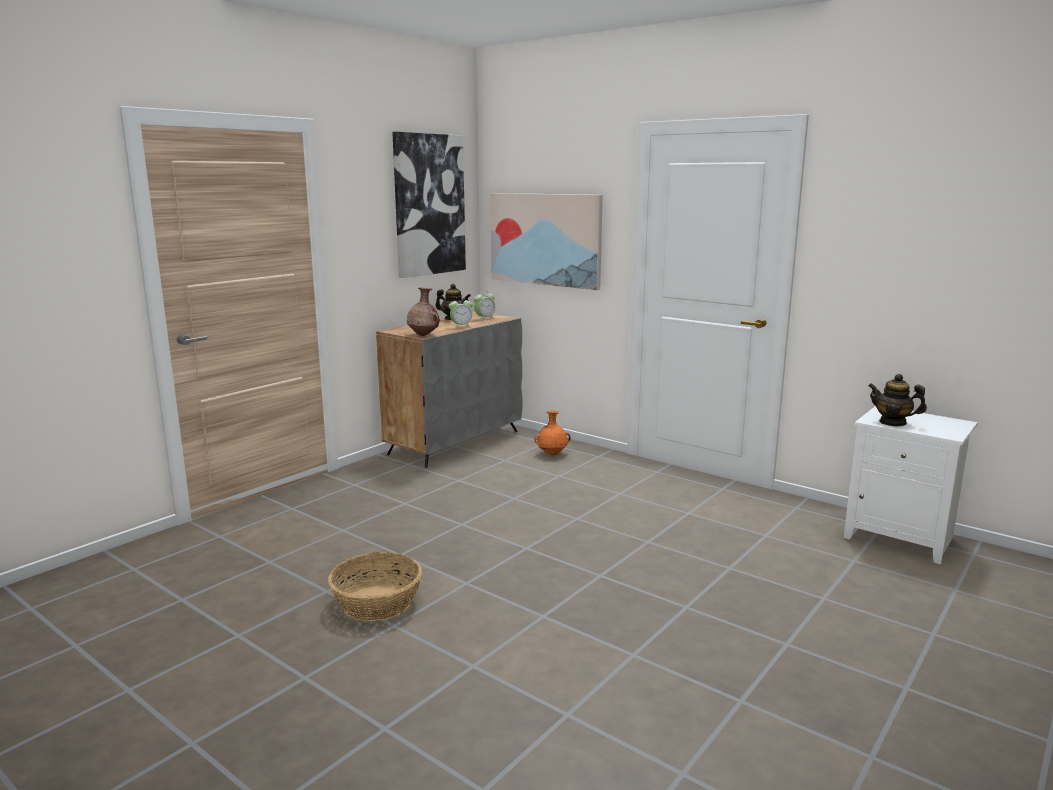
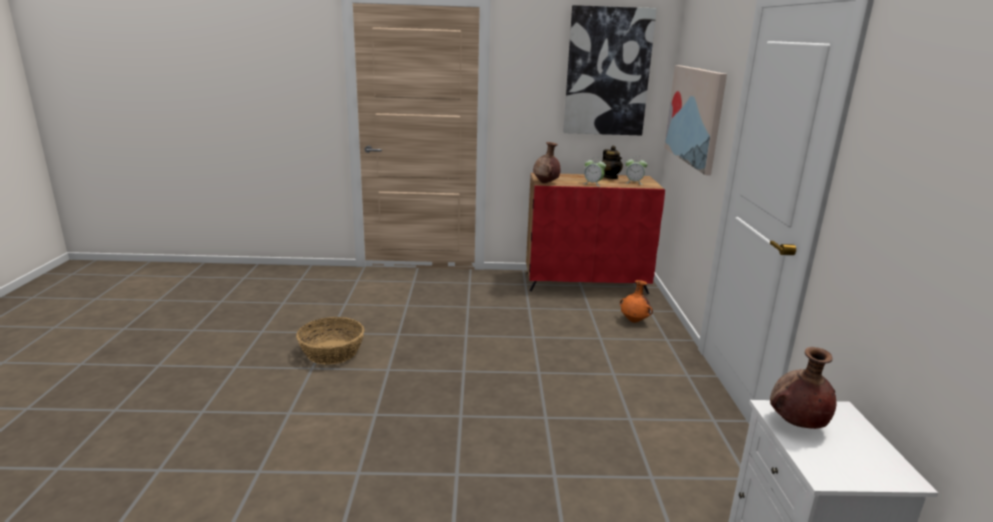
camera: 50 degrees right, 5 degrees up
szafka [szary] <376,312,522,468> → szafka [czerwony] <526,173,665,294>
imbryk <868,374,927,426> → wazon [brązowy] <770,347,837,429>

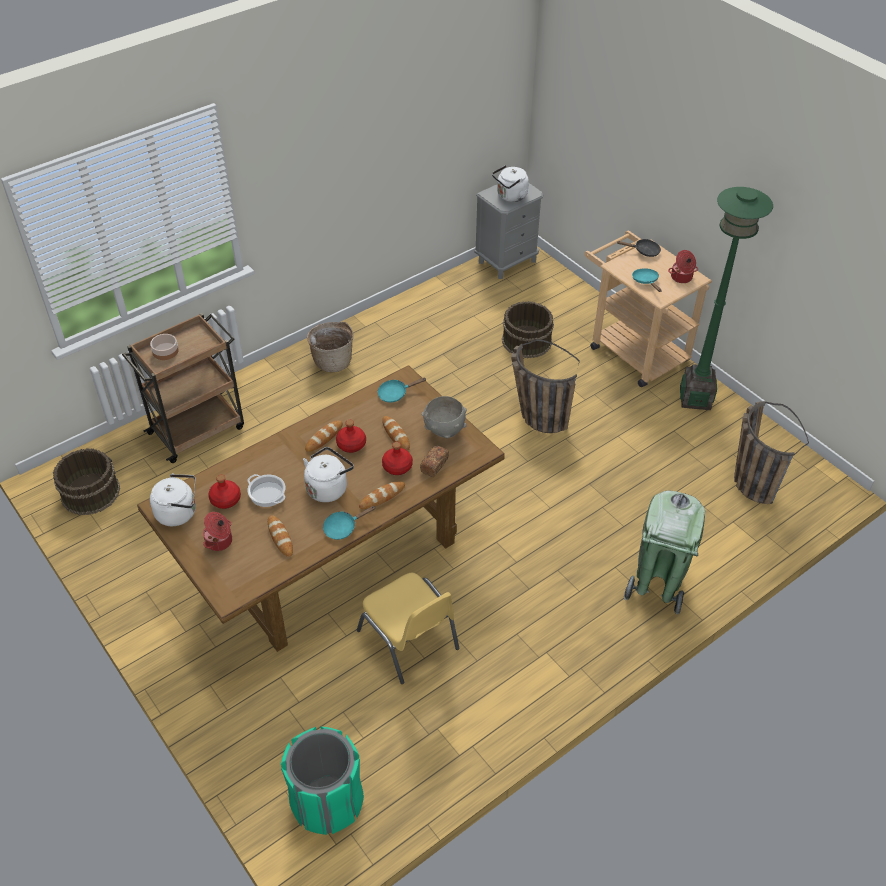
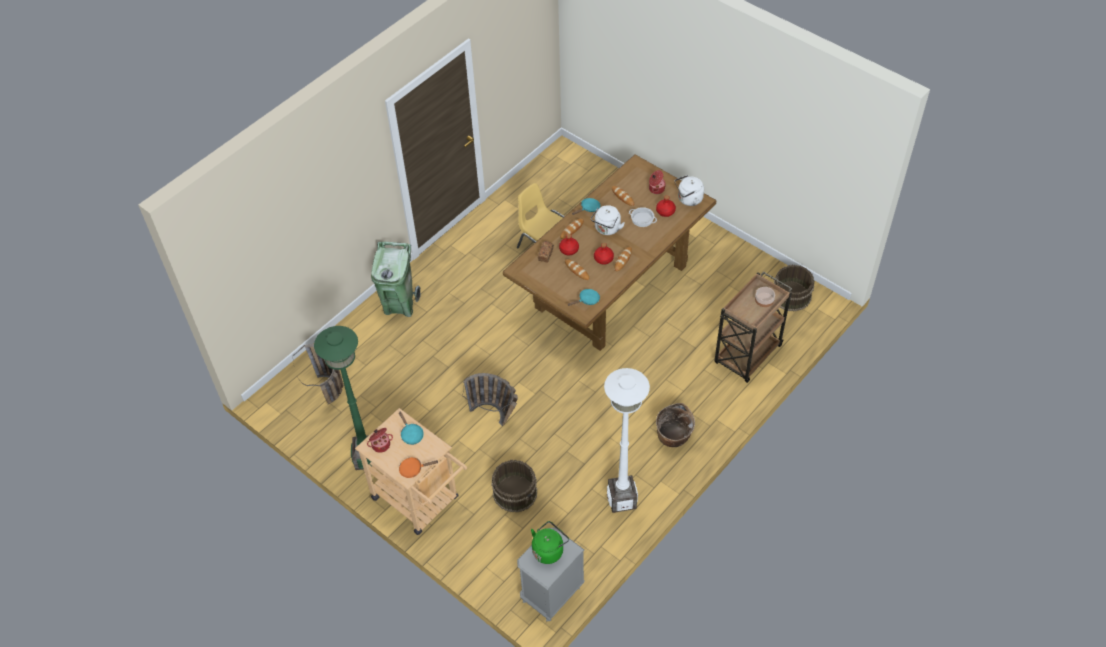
camera: 170 degrees right, 5 degrees up
czajnik [biały] <492,165,529,202> → czajnik [zielony] <531,521,569,564>
patelnia [czarny] <617,239,661,257> → patelnia [pomarańczowy] <399,457,439,478>
miska [szary] <421,396,467,438> → -
kosz na śmieci [zielony] <281,726,364,835> → -
- → lampa stojąca [biały] <604,368,650,513>

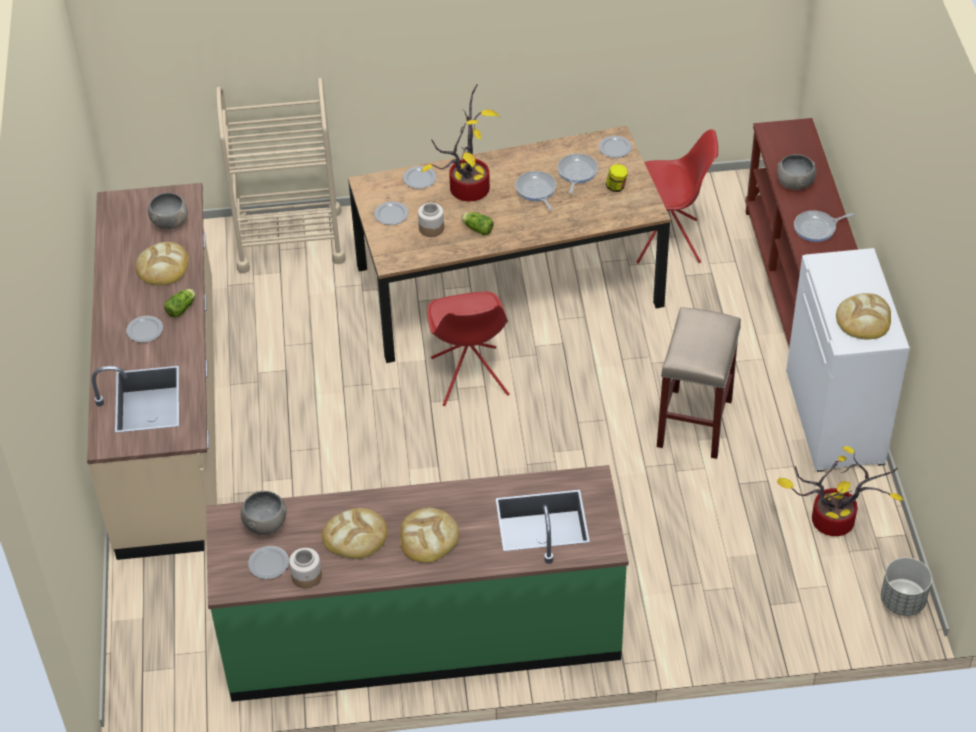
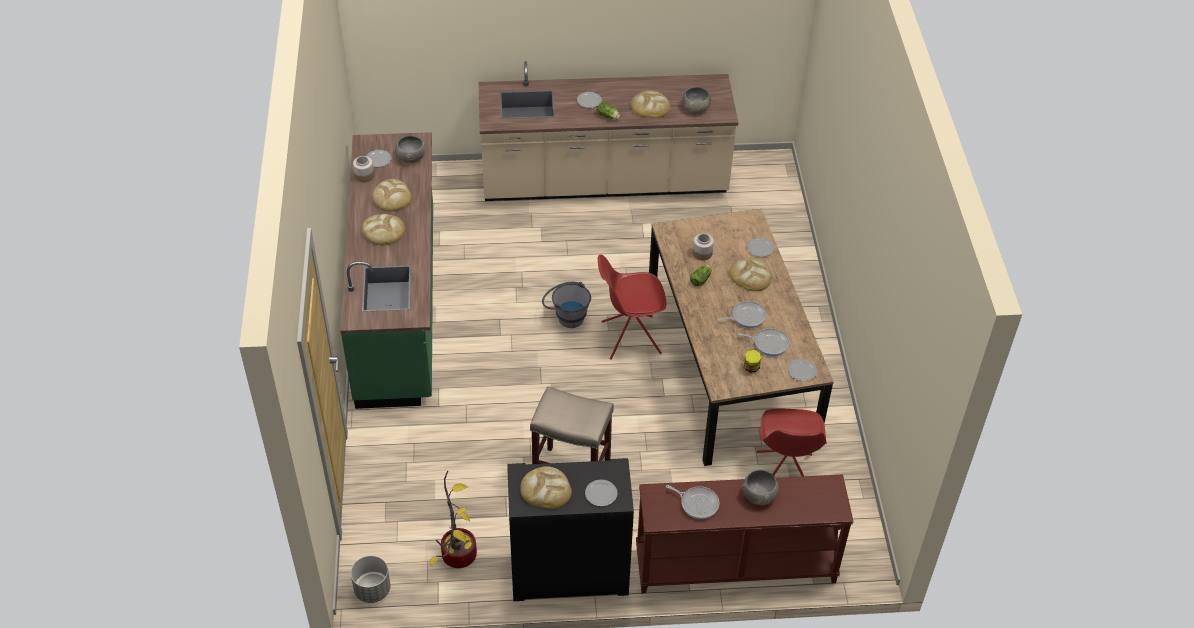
camera: 90 degrees right, 0 degrees up
wózek [beżowy] <216,78,345,273> → -
roślina doniczkowa <421,84,500,201> → chleb <729,258,771,291>
talerz <374,201,409,225> → talerz <585,480,618,506>, moved
patelnia <794,210,854,242> → patelnia <666,485,719,519>, 135 degrees clockwise
szafka [biały] <786,248,910,472> → szafka [czarny] <507,458,634,601>
- → wiadro [szary] <542,282,591,328>

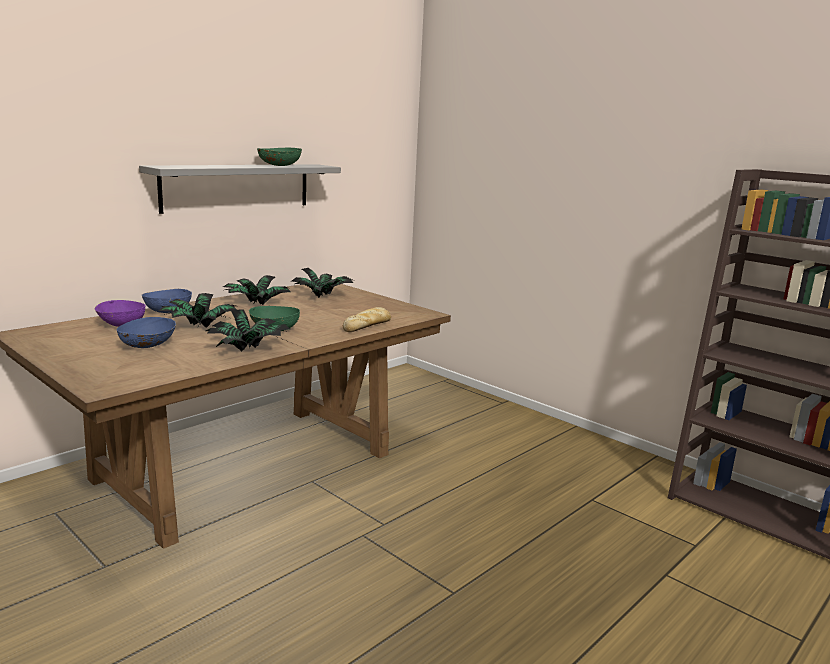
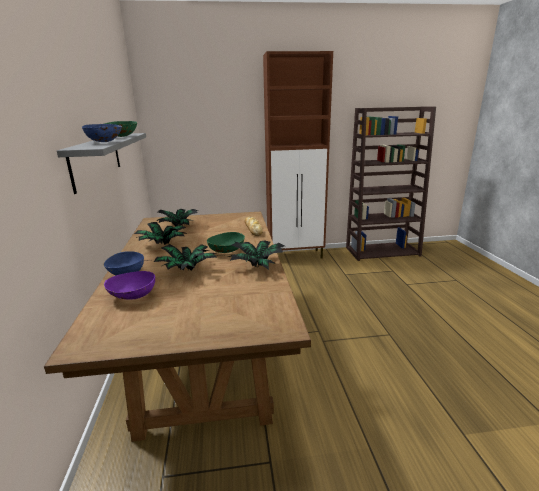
camera: 50 degrees left, 5 degrees up
miska [niebieski] <116,317,176,348> → miska [niebieski] <82,124,122,142>, moved
- → szafka [brązowy] <263,51,333,259>

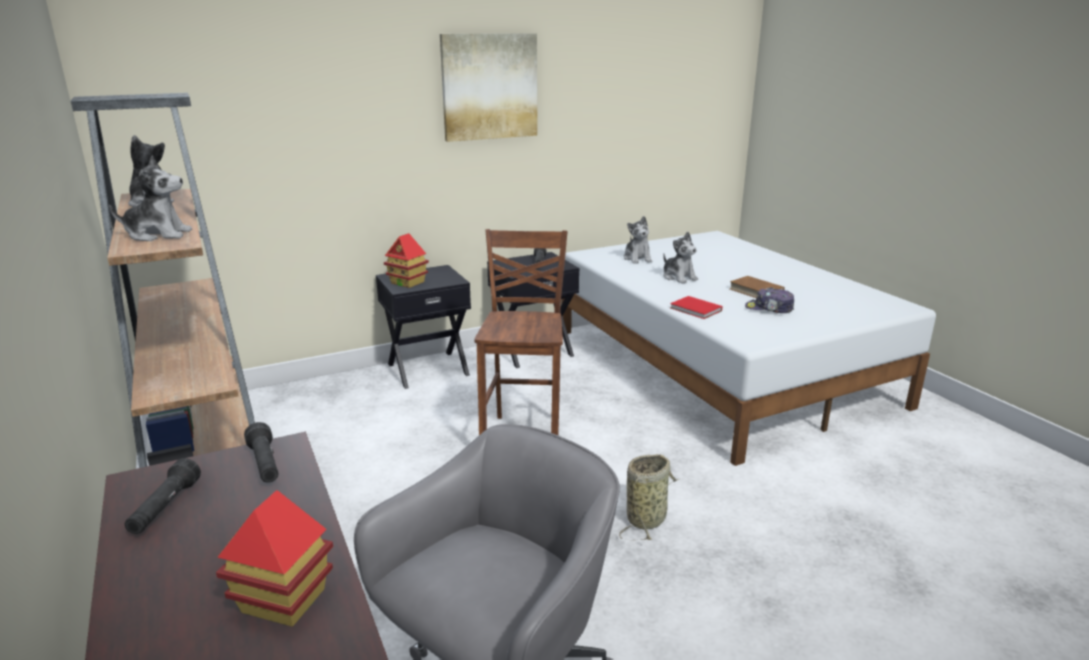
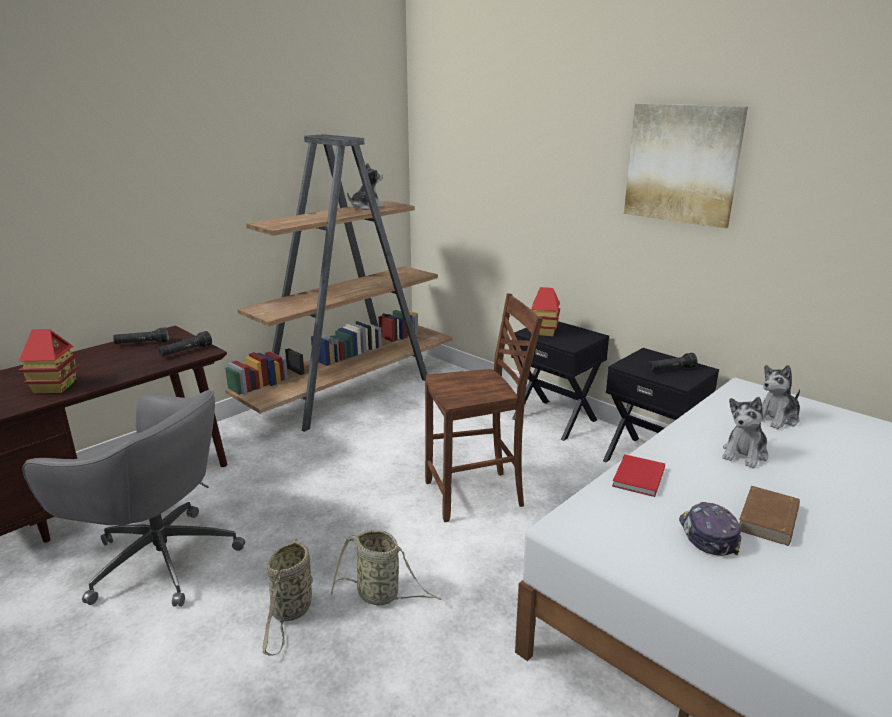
camera: 70 degrees right, 0 degrees up
pluszak <109,156,192,241> → -
- → koszyk <263,537,313,656>

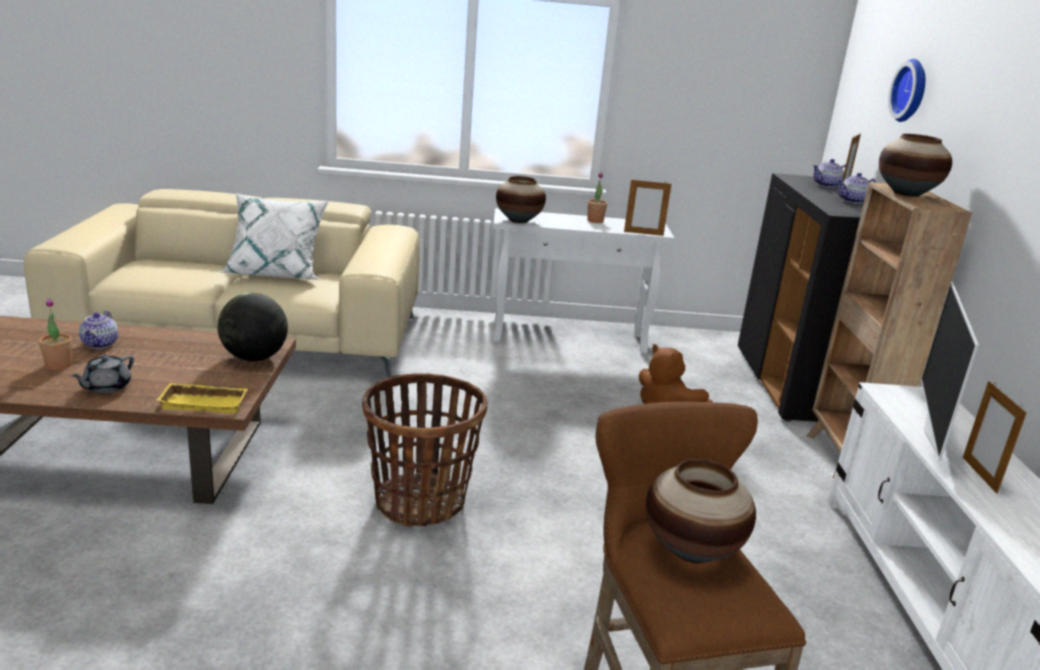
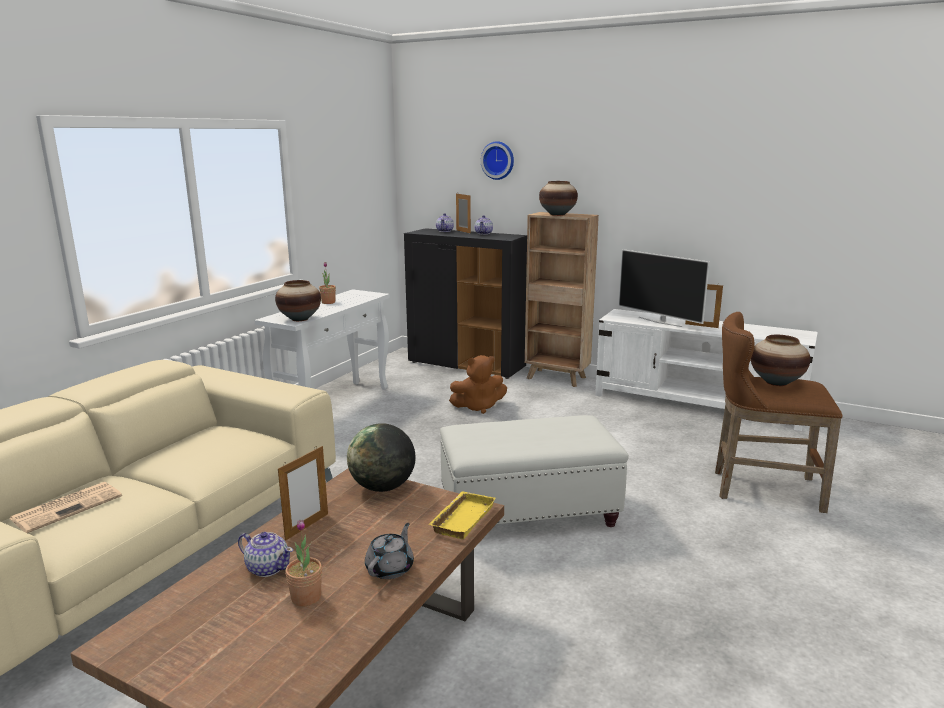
camera: 60 degrees left, 5 degrees down
ramka na zdjęcie <624,178,671,236> → ramka na zdjęcie <278,446,328,541>, moved
poduszka [biały] <219,193,329,280> → -
imbryk [szary] <72,355,134,394> → imbryk [szary] <365,523,414,579>, 120 degrees counterclockwise
koszyk <362,373,488,527> → pufa [biały] <440,415,629,527>
- → gazeta <9,482,122,533>

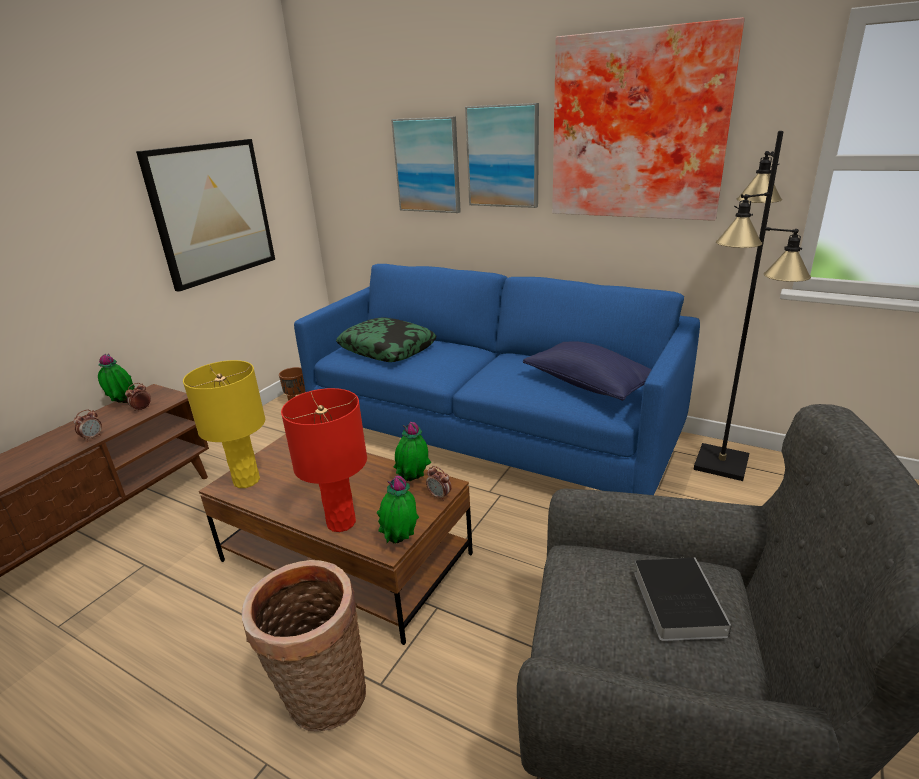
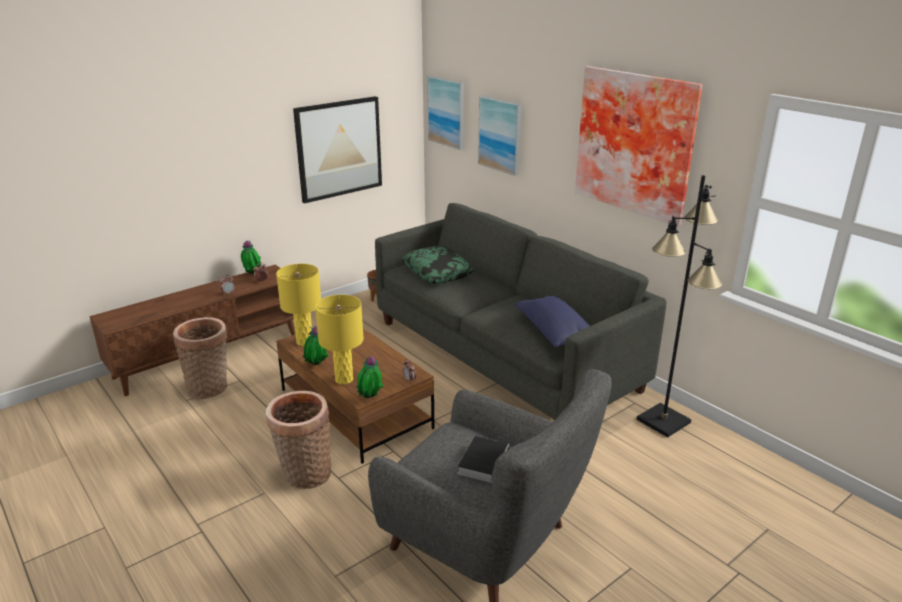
camera: 20 degrees right, 0 degrees up
obraz <465,103,539,208> → obraz <427,75,464,150>, moved
kanapa [niebieski] <294,264,700,495> → kanapa [szary] <375,203,666,420>
lampa stołowa [czerwony] <281,388,367,532> → lampa stołowa [żółty] <315,295,364,384>
roślina doniczkowa <394,422,431,481> → roślina doniczkowa <303,326,329,365>, moved
- → koszyk <173,317,227,399>

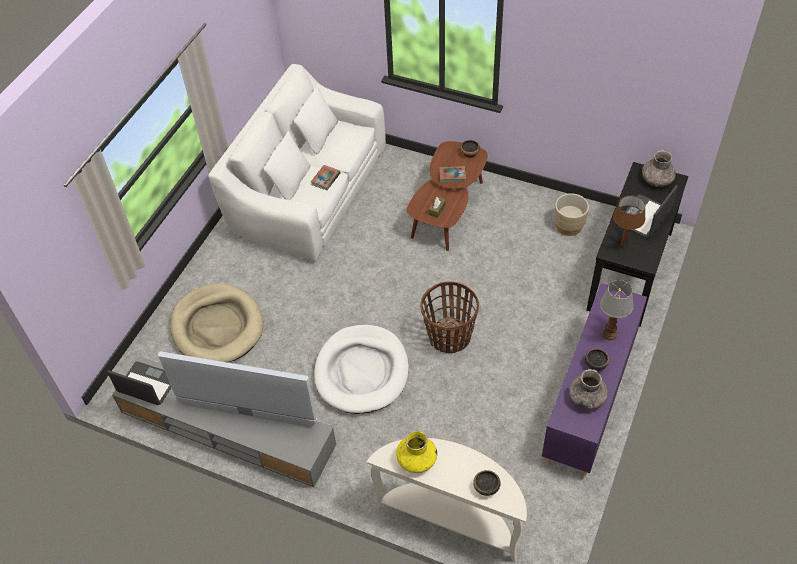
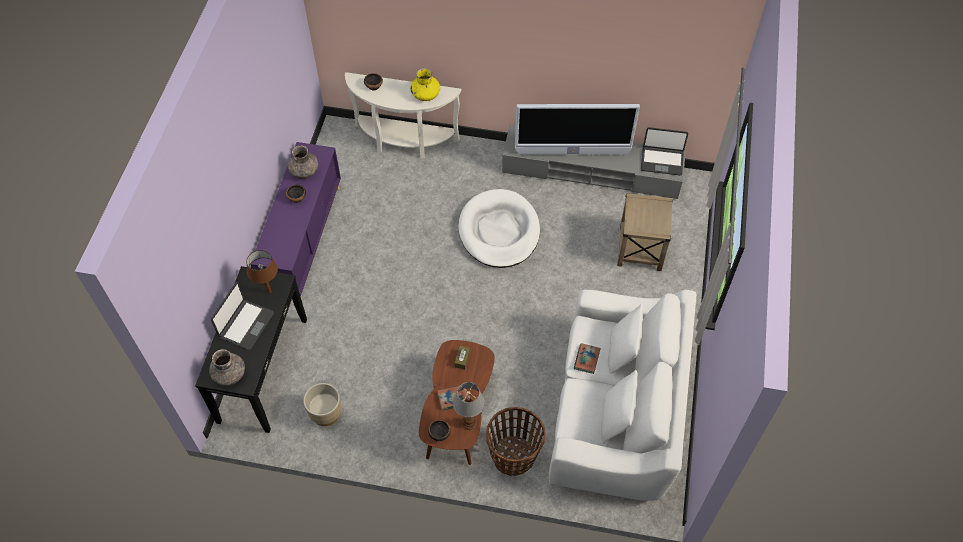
camera: 165 degrees right, 5 degrees up
lampa stołowa <600,280,634,341> → lampa stołowa <453,382,485,430>, moved
koszyk <420,281,479,353> → koszyk <486,407,545,476>, moved
legowisko [beżowy] <170,284,264,363> → stolik [beżowy] <617,193,673,271>

